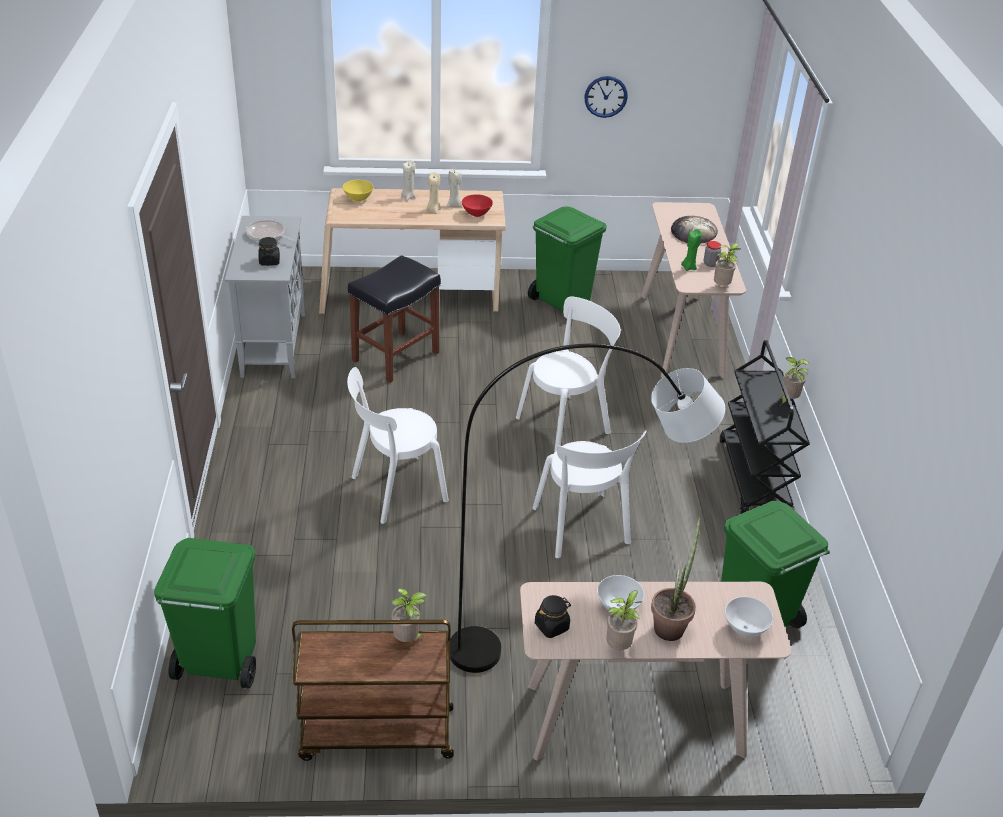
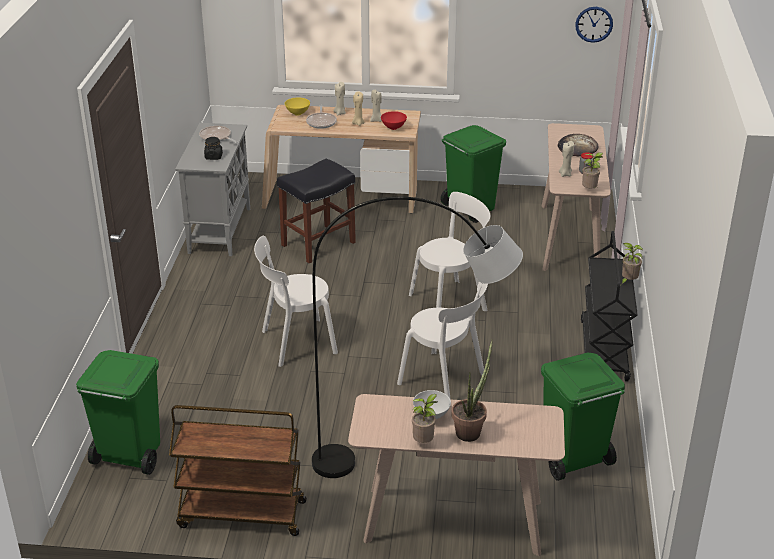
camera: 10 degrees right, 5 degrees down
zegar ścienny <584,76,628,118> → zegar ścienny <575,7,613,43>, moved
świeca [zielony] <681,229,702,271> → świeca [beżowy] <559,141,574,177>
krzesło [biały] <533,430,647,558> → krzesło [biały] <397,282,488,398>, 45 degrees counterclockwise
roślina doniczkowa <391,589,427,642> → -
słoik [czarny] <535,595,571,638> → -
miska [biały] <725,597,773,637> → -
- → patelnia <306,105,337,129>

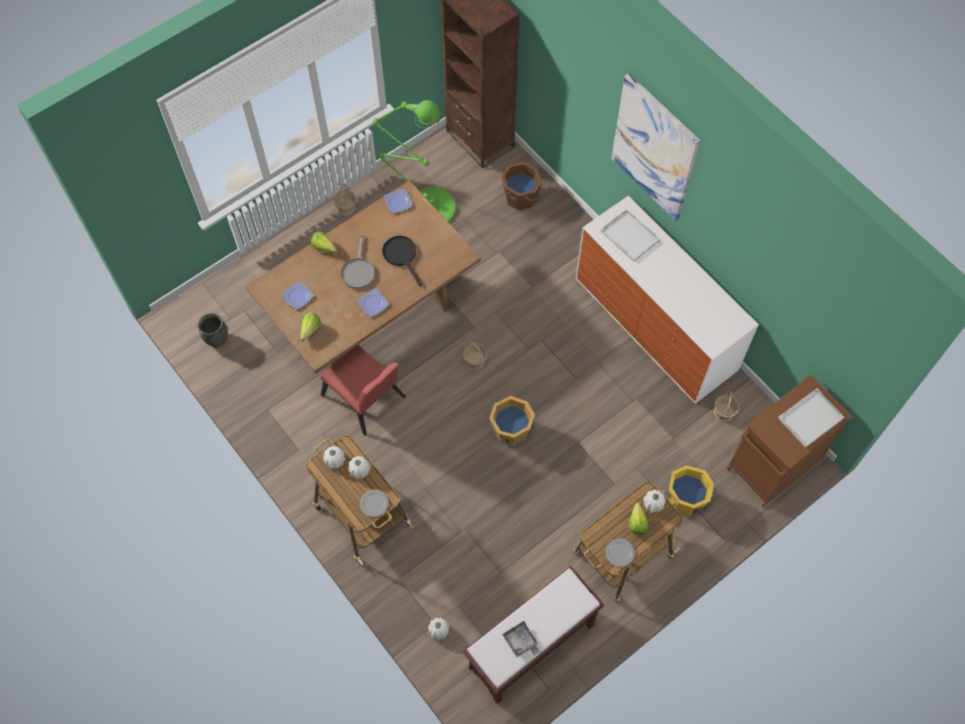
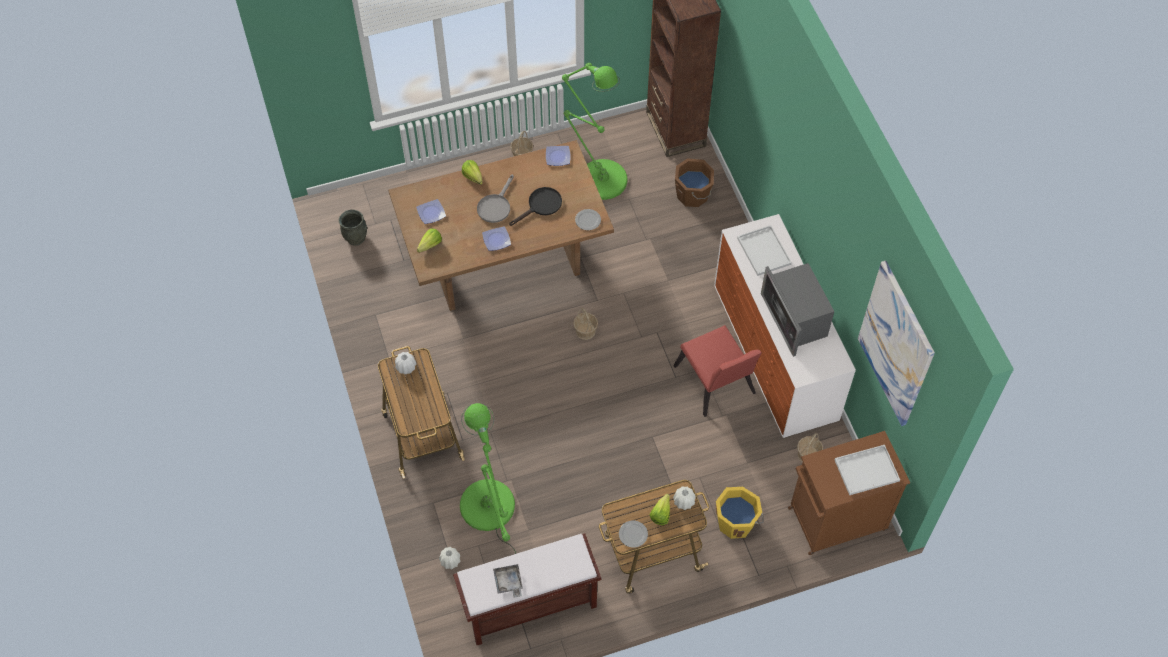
camera: 20 degrees right, 5 degrees down
obraz <611,73,700,221> → obraz <858,261,935,426>, moved
patelnia [czarny] <383,236,422,286> → patelnia [czarny] <509,187,562,226>, 60 degrees clockwise
krzesło [czerwony] <320,345,406,435> → krzesło [czerwony] <673,325,762,417>, moved
wiadro [pomarańczowy] <489,396,535,446> → -
wazon [biały] <348,456,370,479> → -
talerz <360,490,389,517> → talerz <575,209,601,230>, moved
- → mikrofalówka <761,263,835,357>
- → lampa stojąca [zielony] <460,403,516,554>

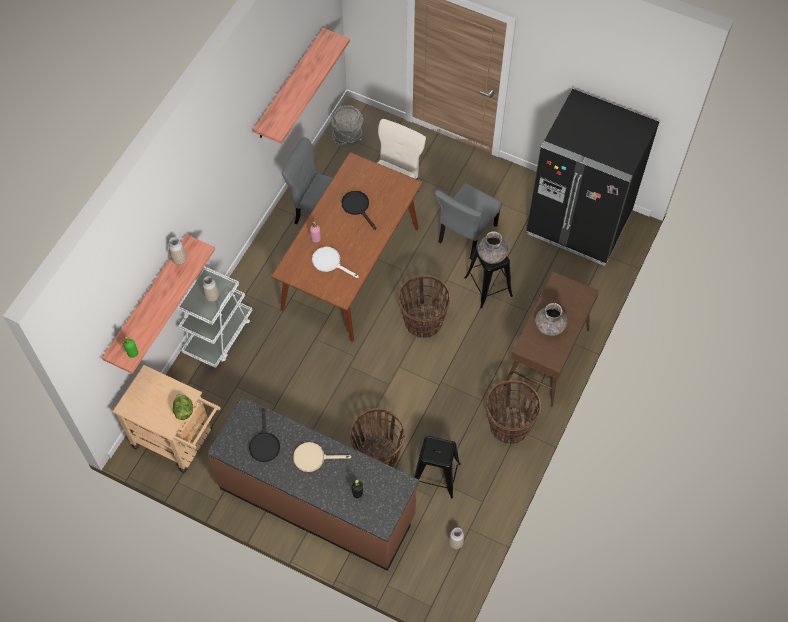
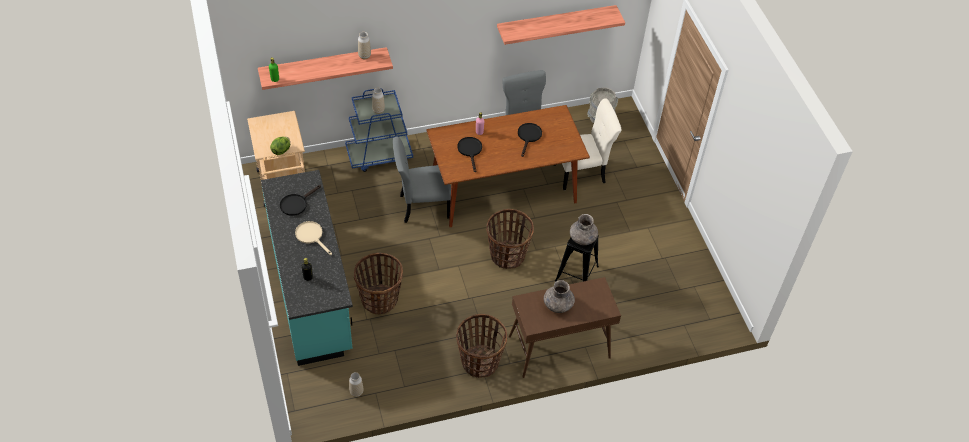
camera: 45 degrees right, 10 degrees down
lodówka [czarny] <526,89,659,266> → -
krzesło [szary] <435,183,502,260> → krzesło [szary] <393,137,451,223>, moved
patelnia [biały] <312,247,359,278> → patelnia [czarny] <457,137,482,172>
wózek [biały] <177,266,252,368> → wózek [niebieski] <345,88,413,172>
zabudowa kuchenna [brązowy] <206,397,419,571> → zabudowa kuchenna [turkusowy] <261,170,353,366>
stołek [czarny] <414,436,461,498> → -

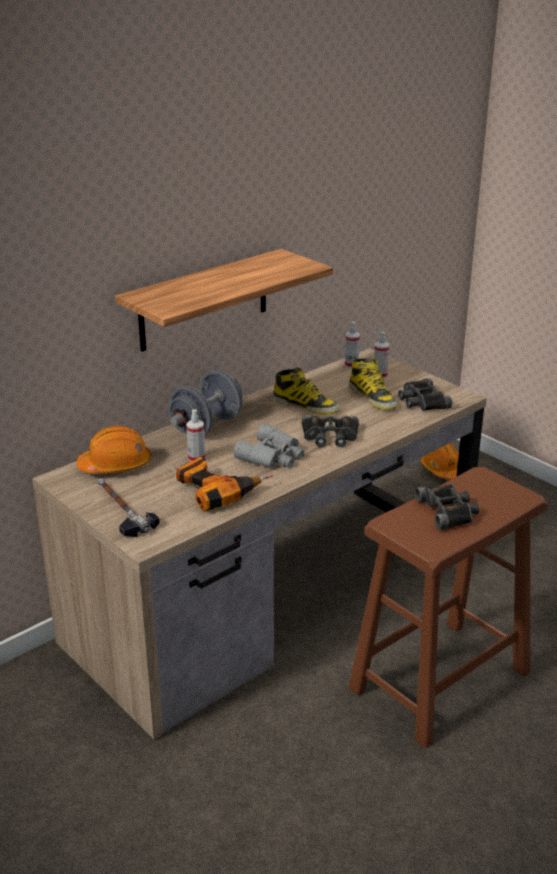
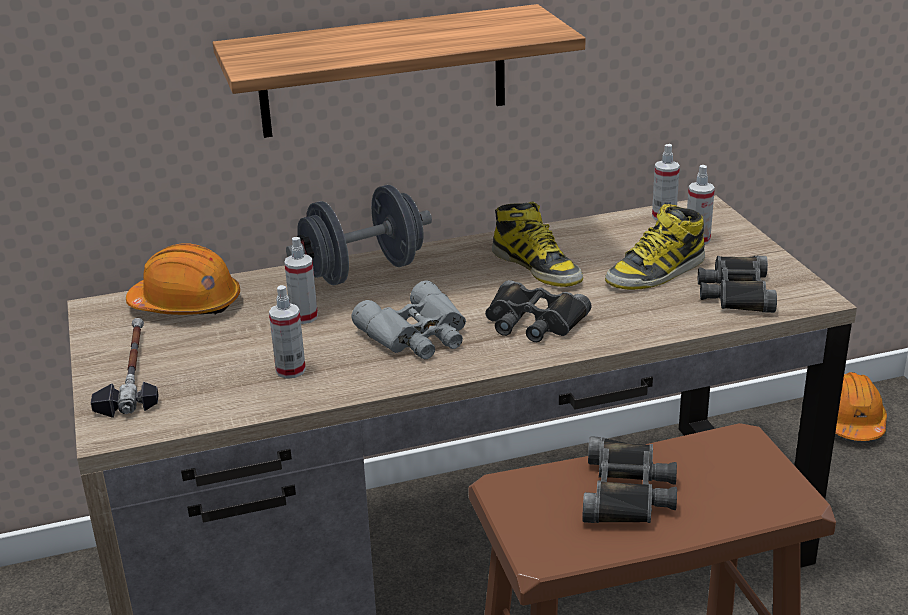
camera: 25 degrees right, 0 degrees up
but z cholewką <349,358,398,410> → but z cholewką <605,204,705,290>, 60 degrees clockwise
wiertarka <176,457,272,512> → spryskiwacz <269,285,306,379>

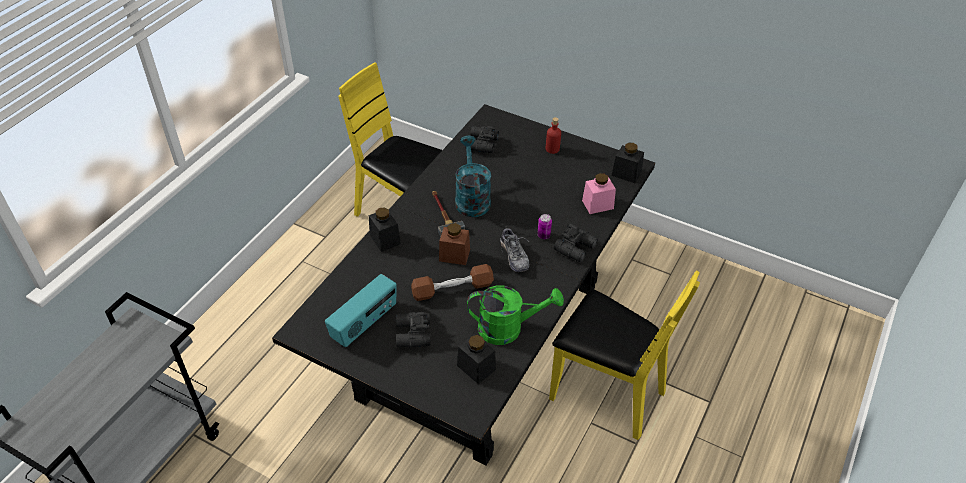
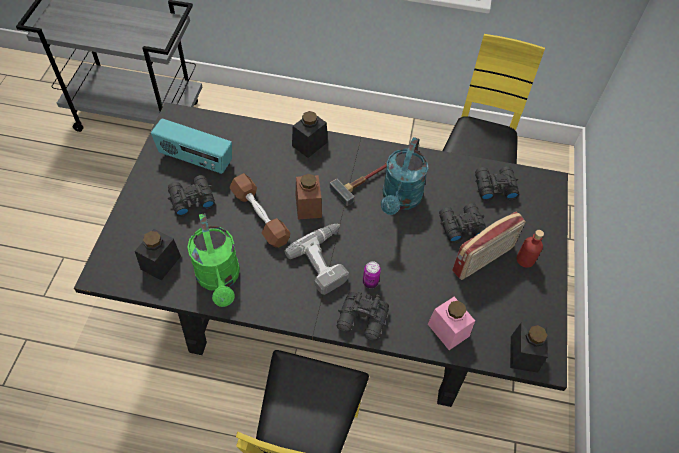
camera: 70 degrees right, 10 degrees up
konewka [turkusowy] <455,136,491,217> → konewka [turkusowy] <381,137,428,215>, 135 degrees clockwise
but <500,228,529,272> → wiertarka <285,224,349,295>
- → lornetka [czarny] <439,203,486,243>
- → radio <452,211,526,280>

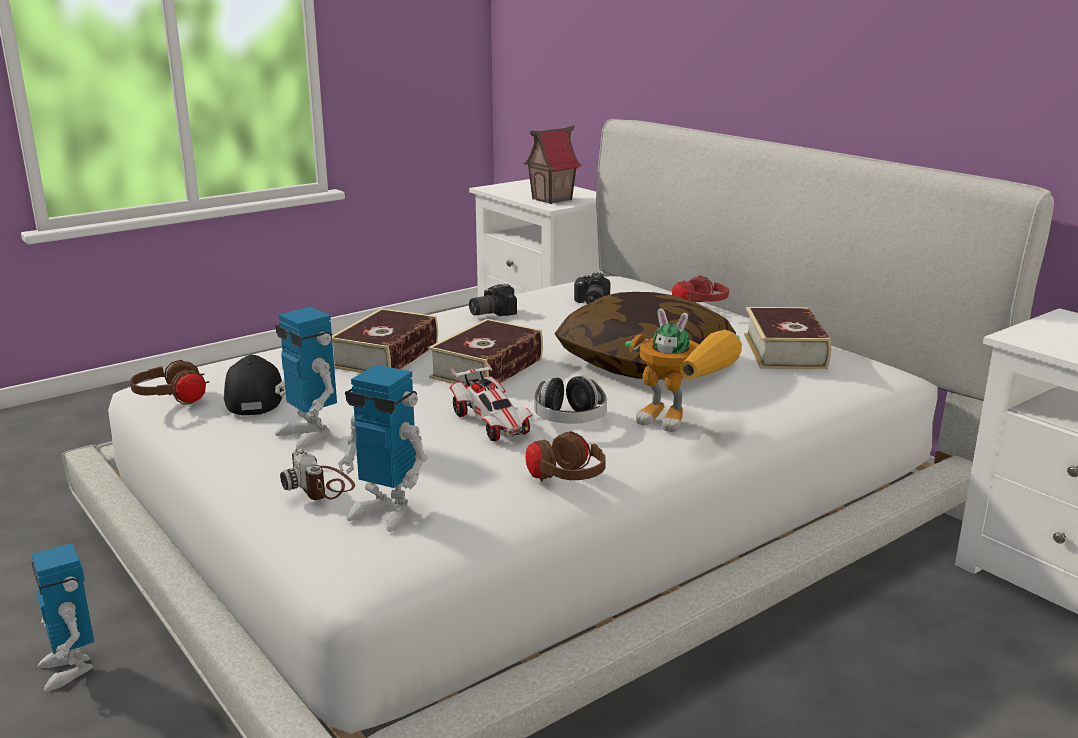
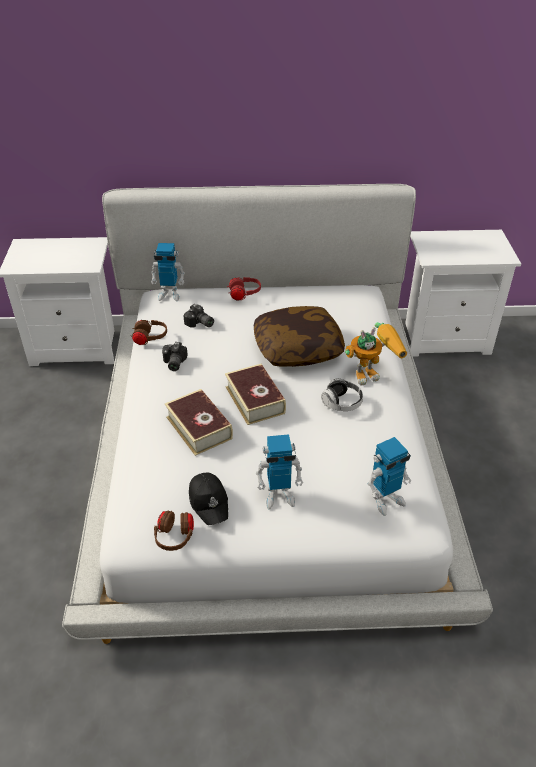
camera: 55 degrees left, 20 degrees up
domek <523,125,582,204> → -
książka <744,307,831,369> → -
czapka z daszkiem [czarny] <224,355,284,415> → czapka z daszkiem [czarny] <189,473,228,525>, 135 degrees counterclockwise
samochodzik <449,360,533,442> → -
słuchawki [brązowy] <525,431,606,482> → słuchawki [brązowy] <132,320,167,345>, moved
aparat fotograficzny <280,448,355,500> → -
robot zabawkowy <31,543,95,691> → robot zabawkowy <151,243,185,301>, moved

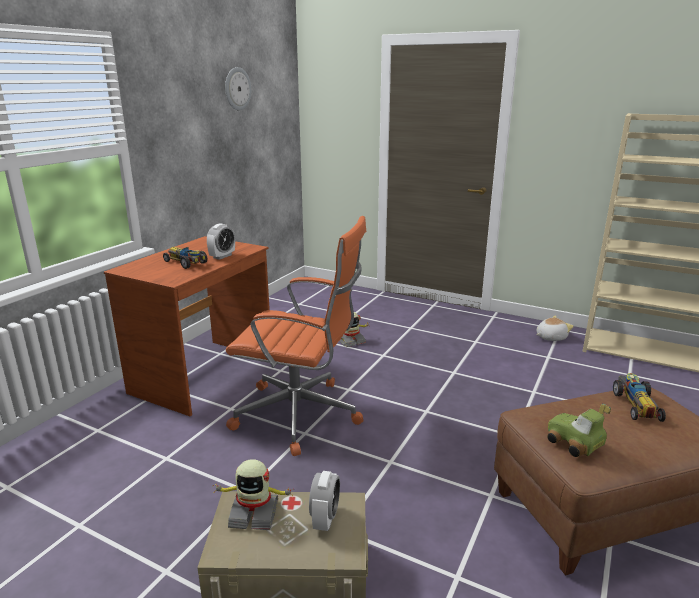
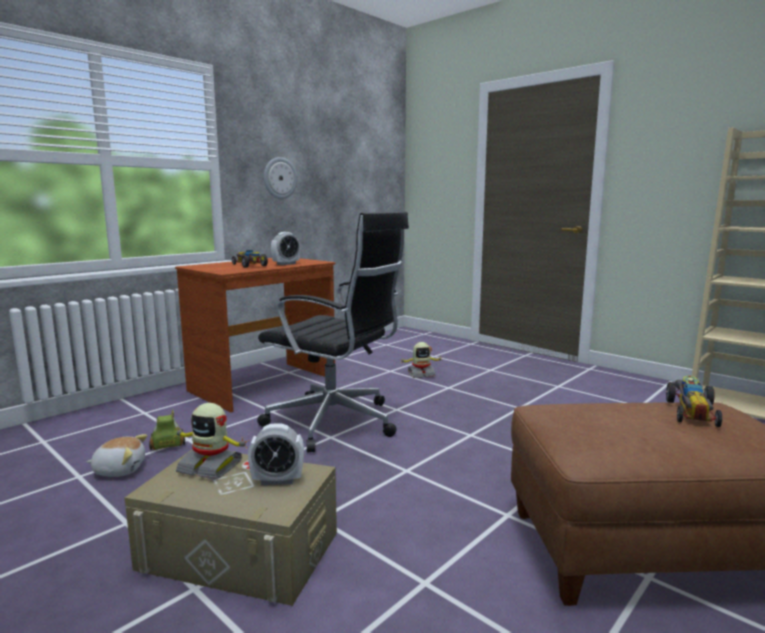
camera: 15 degrees right, 10 degrees down
zegar ścienny <225,67,251,110> → zegar ścienny <264,157,297,199>, moved
krzesło biurowe [pomarańczowy] <226,216,366,456> → krzesło biurowe [czarny] <257,211,409,453>
pluszak <536,316,574,341> → pluszak <87,434,147,477>, moved
samochodzik <547,404,611,457> → samochodzik <149,410,185,450>, moved
budzik <309,471,340,531> → budzik <248,423,304,485>, 60 degrees clockwise

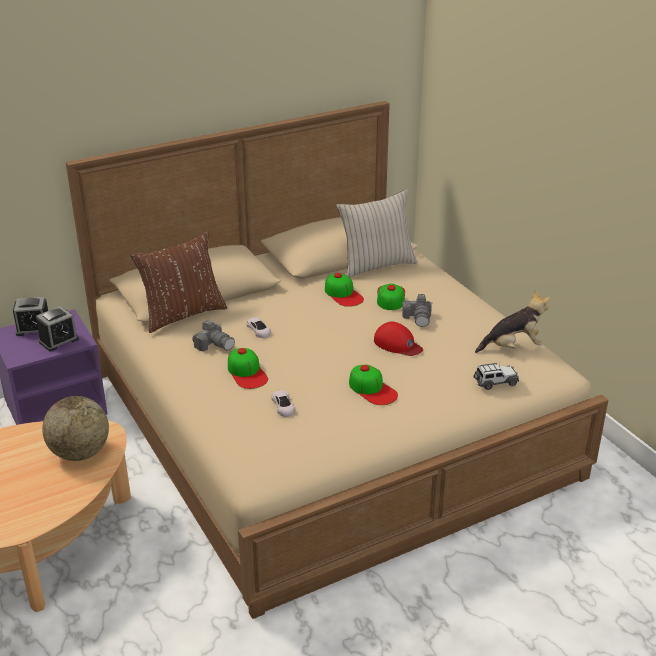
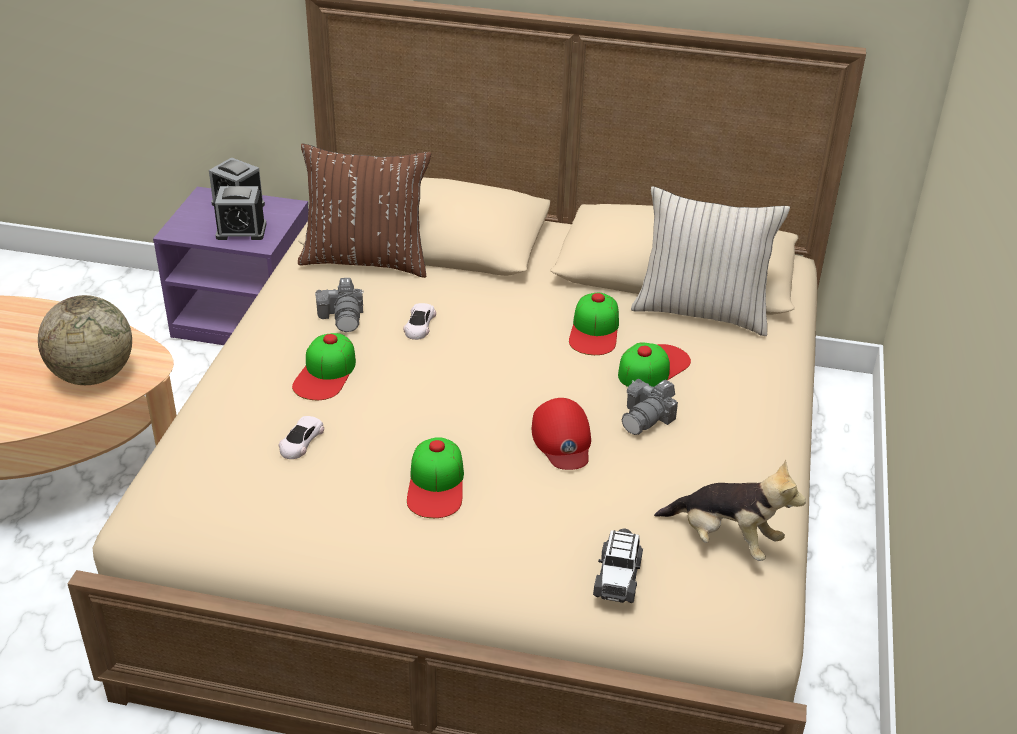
camera: 40 degrees right, 5 degrees up
samochodzik <473,363,519,390> → samochodzik <593,529,643,603>, 75 degrees clockwise

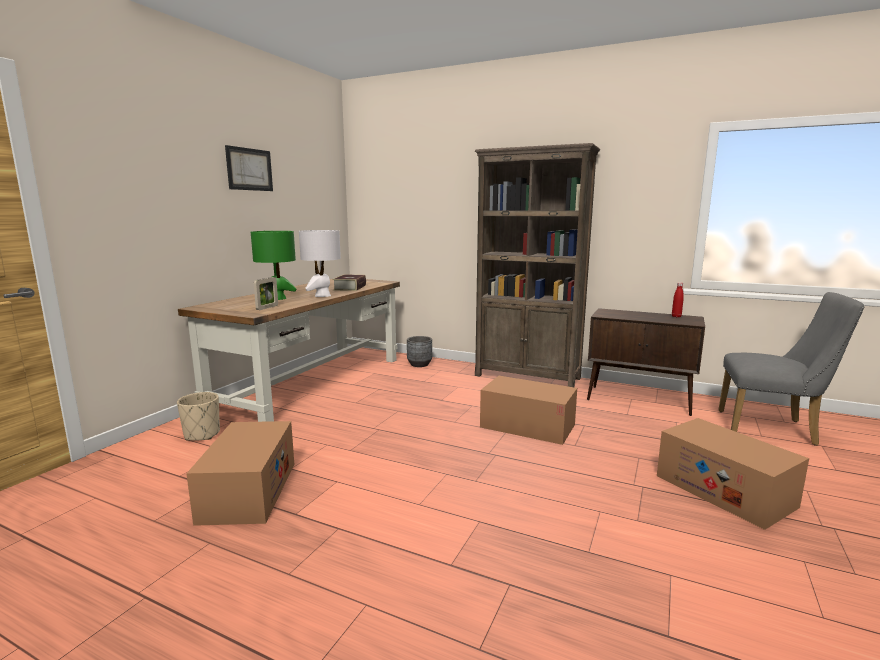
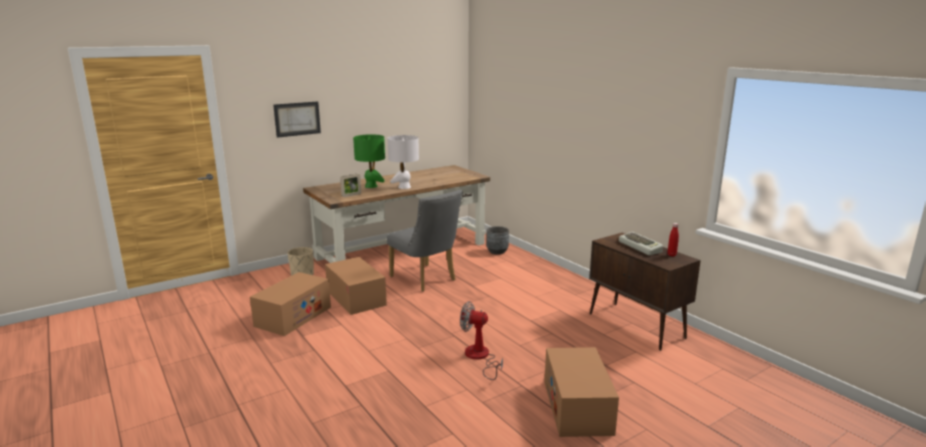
camera: 30 degrees right, 5 degrees up
regał [brązowy] <475,143,600,388> → -
obraz <225,145,273,191> → obraz <273,101,321,138>, moved
książka <332,275,366,291> → -
krzesło [szary] <718,292,865,446> → krzesło [szary] <387,190,463,292>, moved
karton <480,376,577,445> → karton <325,257,387,315>, moved
- → klawiatura <619,232,663,255>
- → wentylator <460,301,503,380>

